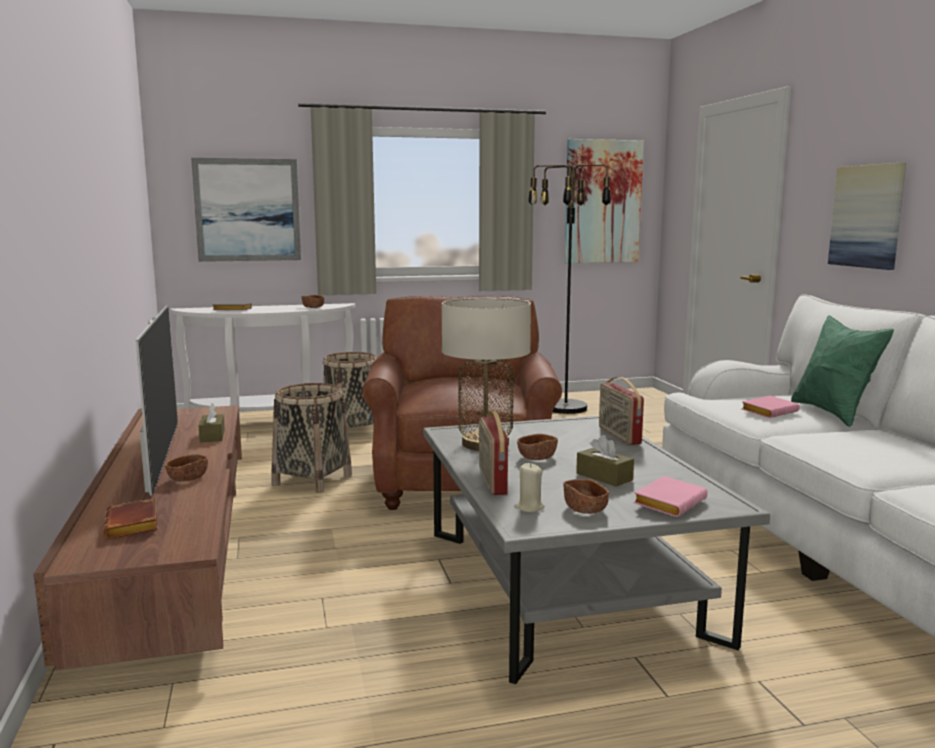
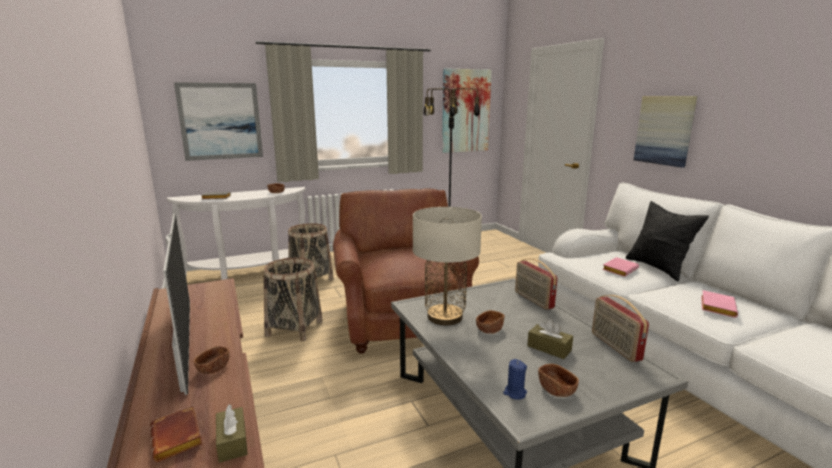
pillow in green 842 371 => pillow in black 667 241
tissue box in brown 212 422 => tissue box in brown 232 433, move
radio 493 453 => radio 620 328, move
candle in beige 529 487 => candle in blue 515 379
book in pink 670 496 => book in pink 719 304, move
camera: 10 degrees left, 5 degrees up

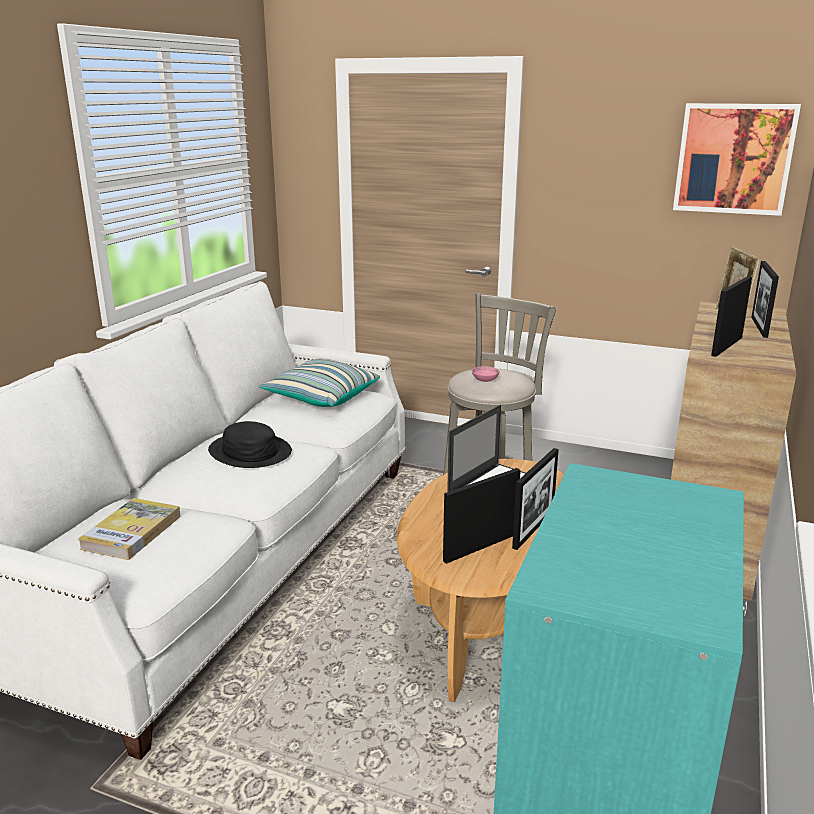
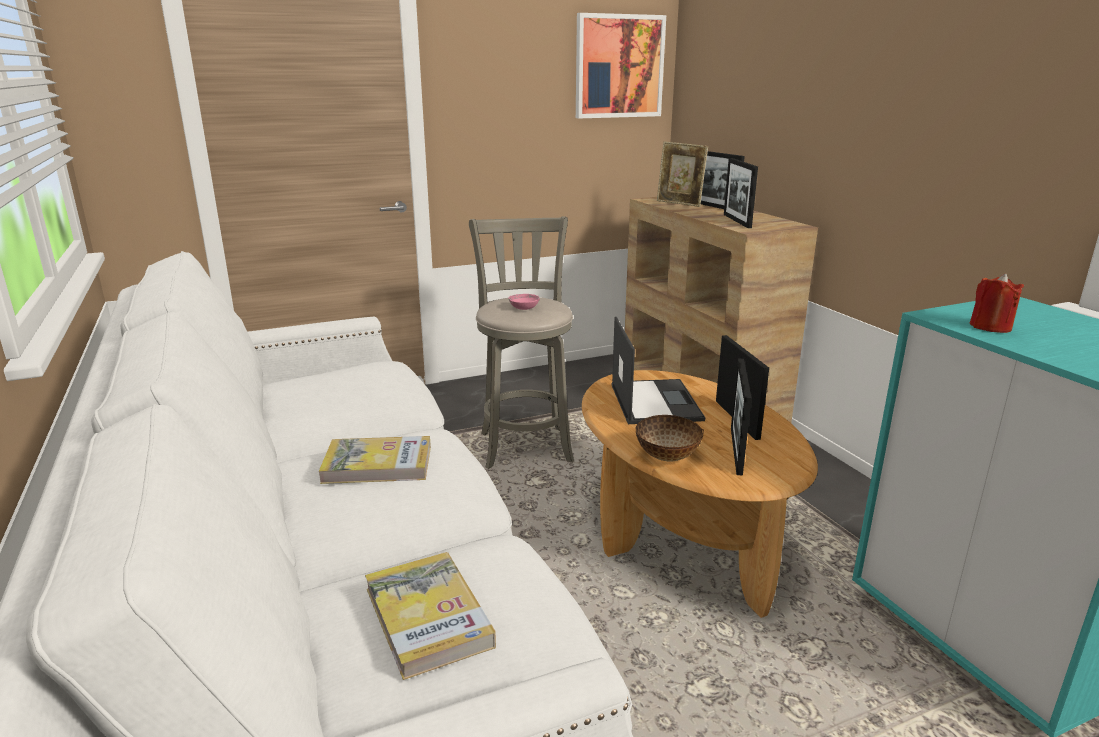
pillow 319 383 => nothing
hat in black 250 444 => book 375 460
nothing => candle in red 997 303
nothing => bowl 670 438
camera: 45 degrees left, 0 degrees up

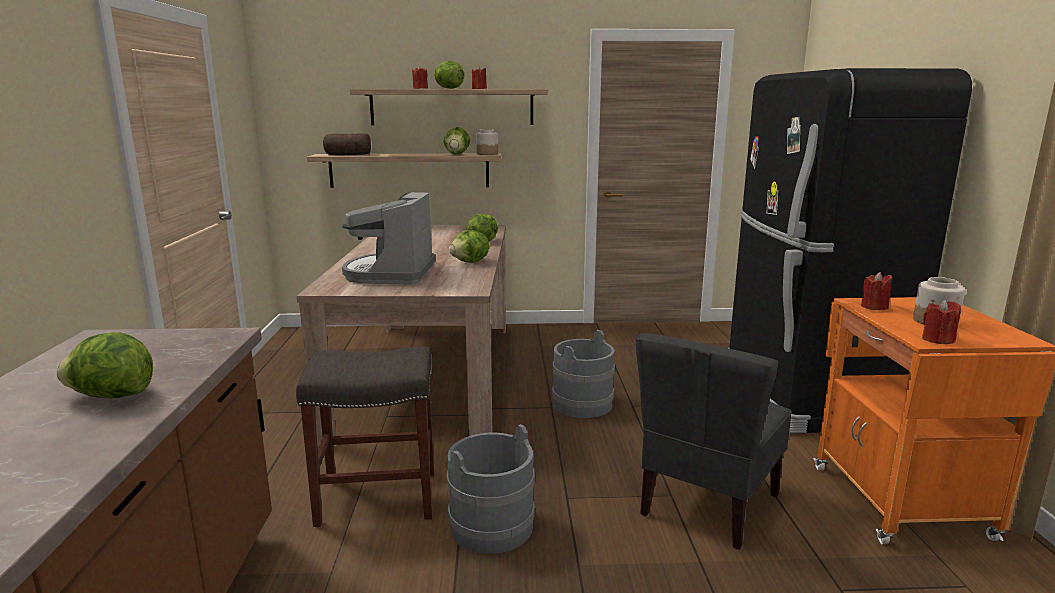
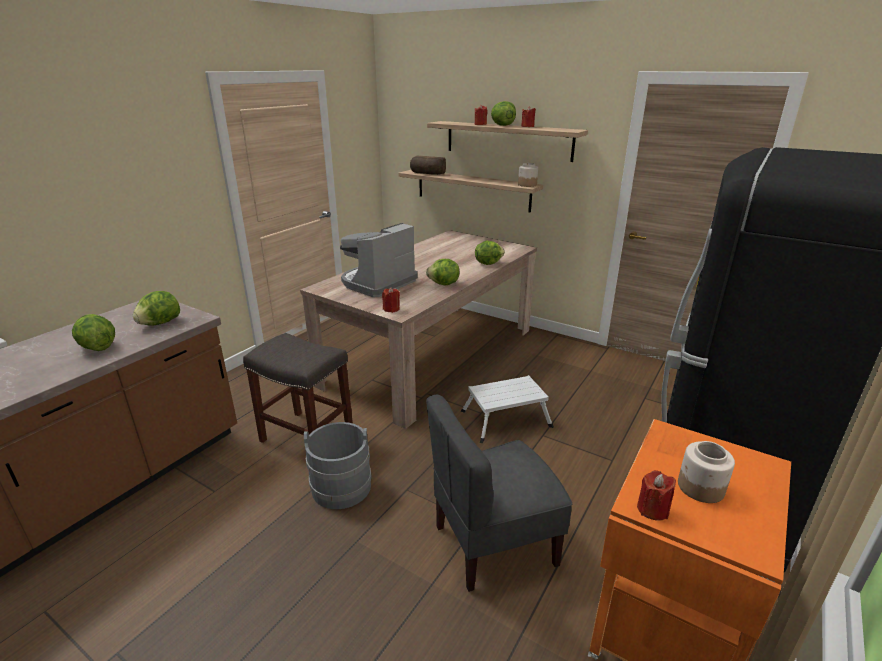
lettuce 456 140 => lettuce 156 308, move
candle in red 876 291 => candle in red 391 300, move
bucket in grey 583 374 => step ladder in white 507 409
camera: 35 degrees right, 10 degrees up

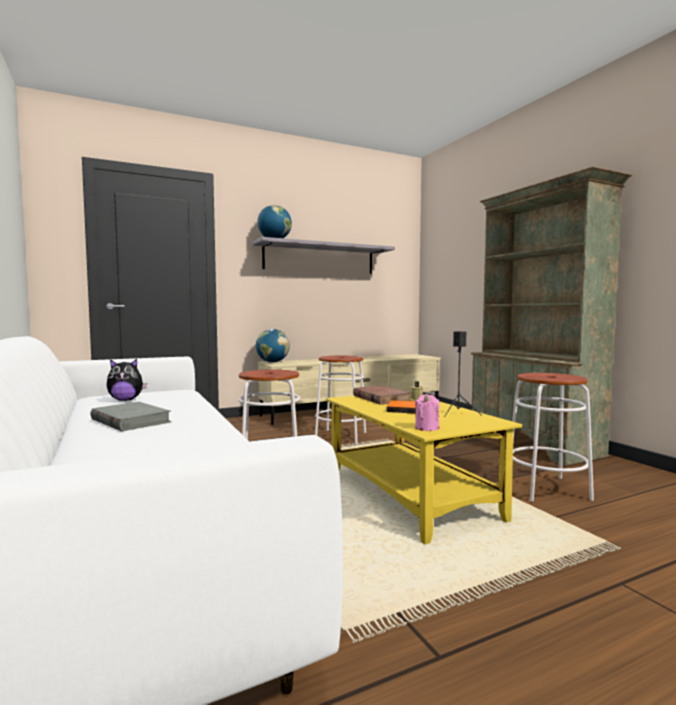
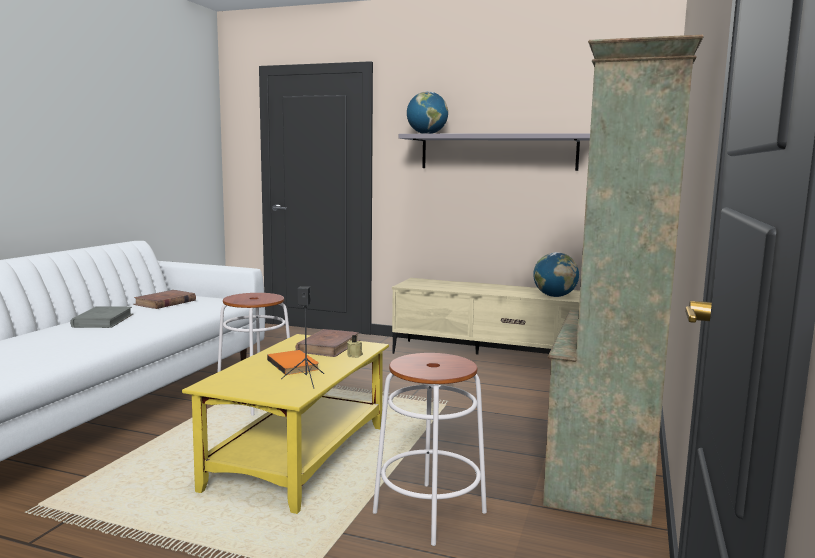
globe 273 345 => globe 556 274, move
stool in white 340 400 => nothing
plush toy 127 380 => book in brown 164 299
candle in pink 427 412 => nothing
camera: 45 degrees right, 5 degrees up

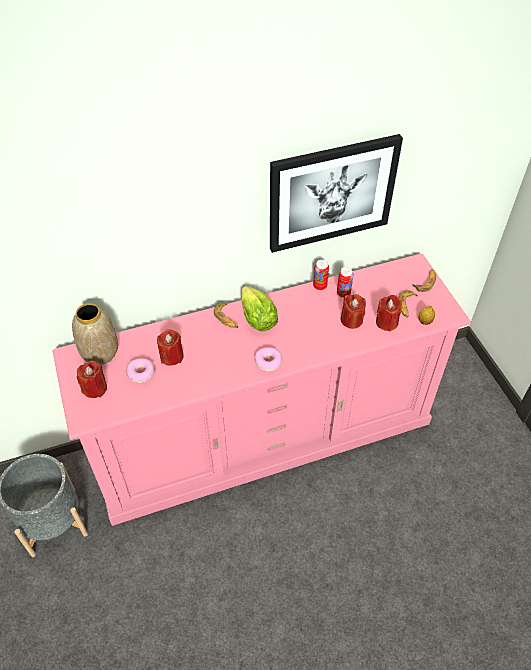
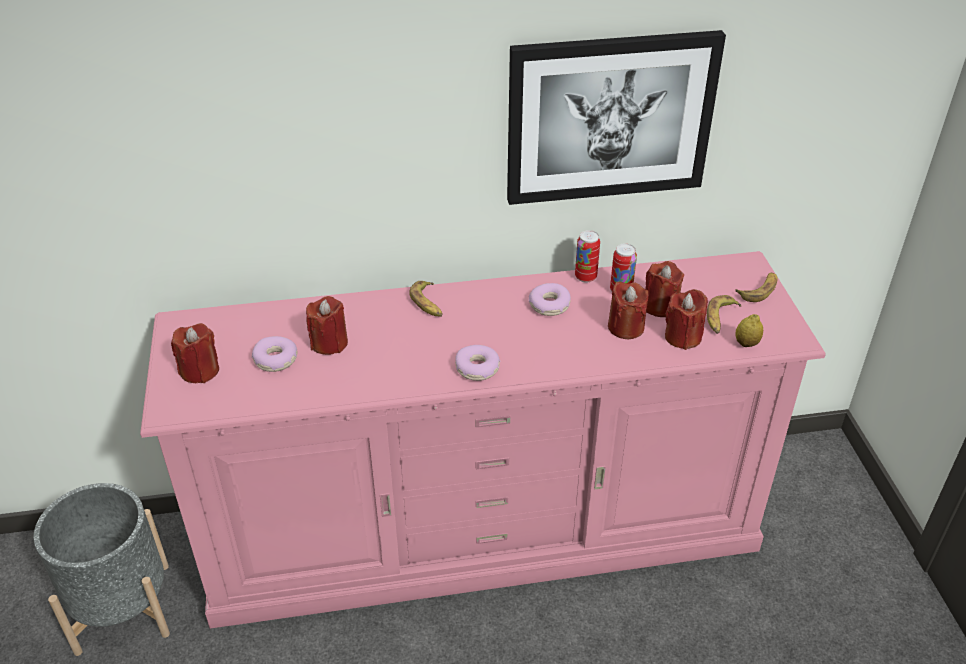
lettuce 259 308 => nothing
vase 95 334 => nothing
nothing => candle in red 664 289
nothing => donut 550 299
camera: 10 degrees right, 10 degrees down

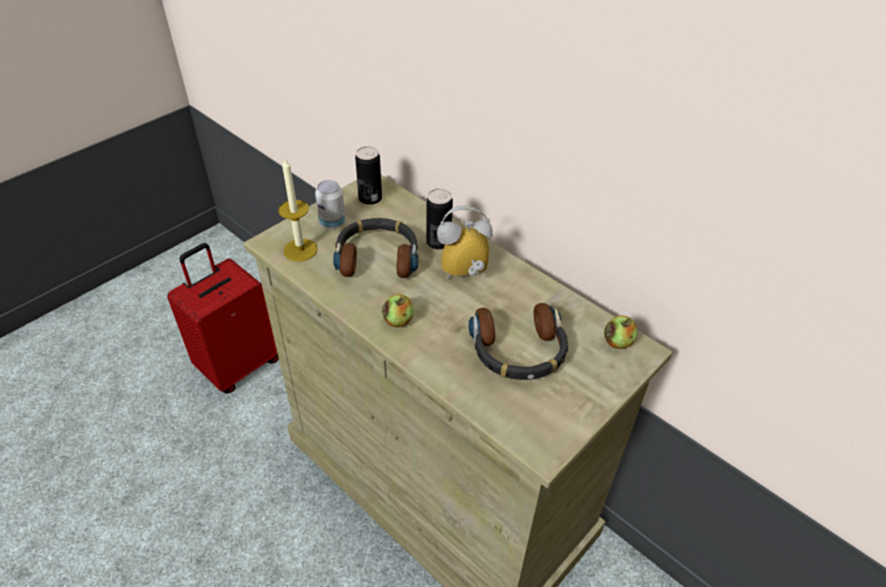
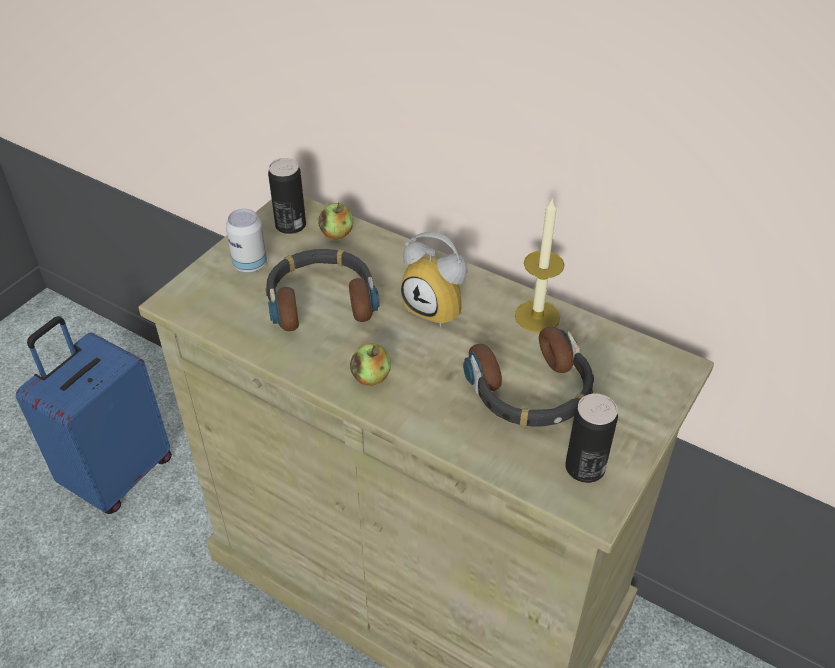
candle 298 210 => candle 540 265, move
can 439 219 => can 591 438, move
alarm clock 465 242 => alarm clock 434 279, 120 degrees counterclockwise
suitcase in red 223 318 => suitcase in blue 94 415
apple 621 332 => apple 335 221, move
camera: 10 degrees left, 0 degrees up

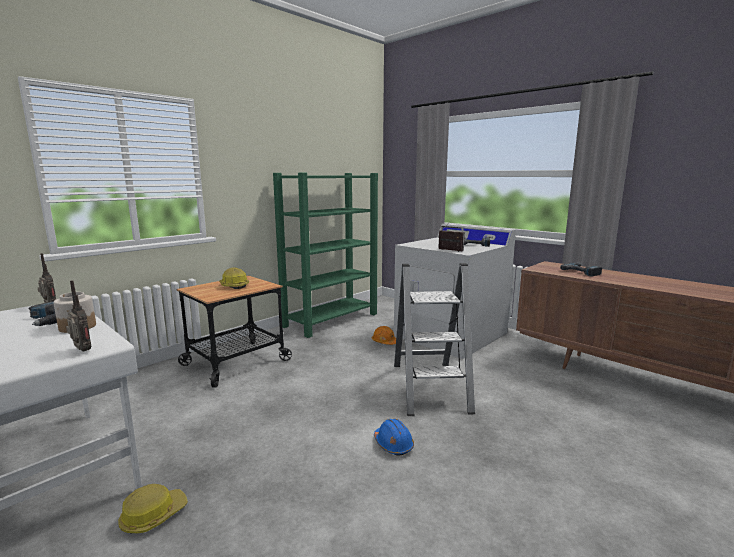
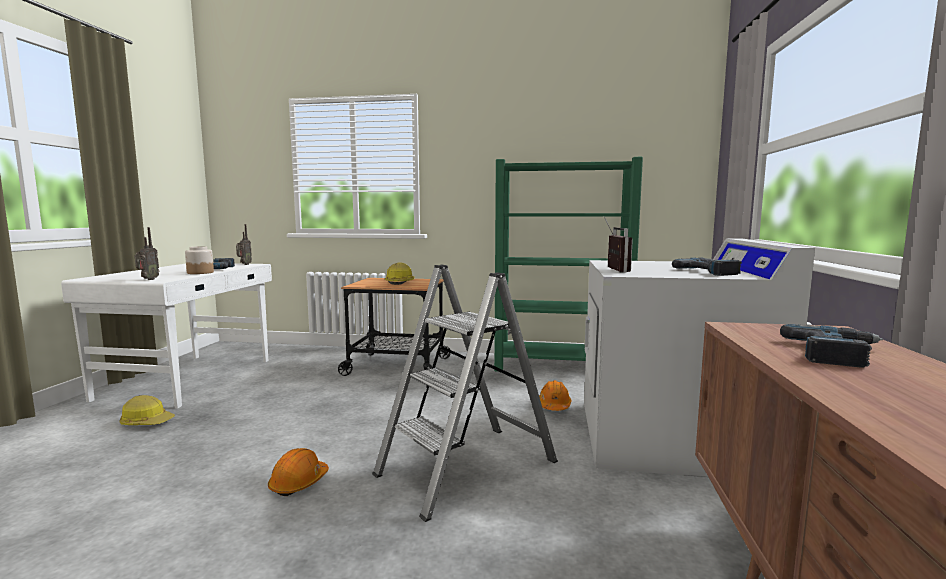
hard hat in blue 394 437 => hard hat in orange 298 472
camera: 55 degrees right, 5 degrees down

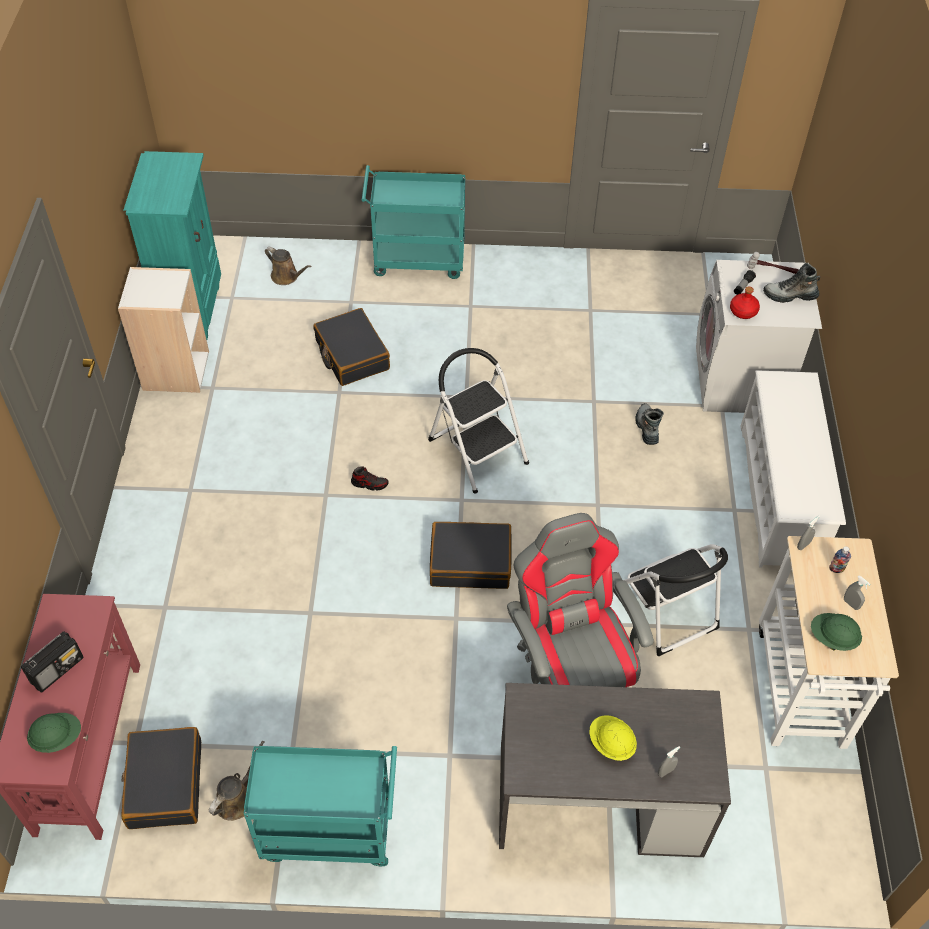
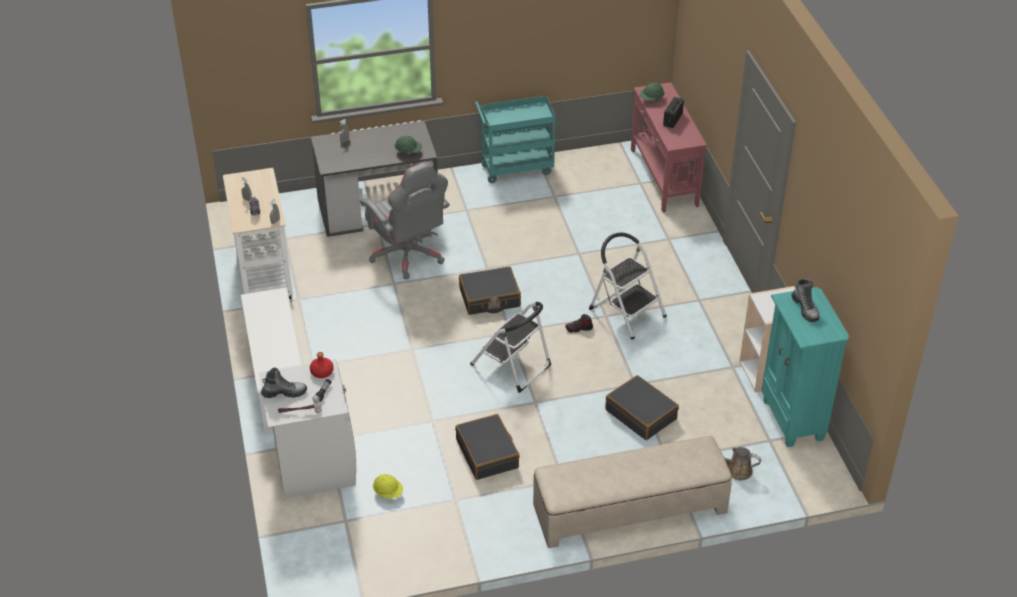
cart in turquoise 414 222 => bench in beige 632 492
boot 649 424 => boot 805 300, move
step ladder 676 600 => step ladder 628 286, move
hard hat in green 836 632 => hard hat in green 408 146, move
hard hat in yellow 613 738 => hard hat in yellow 388 486, move
suitcase in black 161 778 => suitcase in black 487 447, move
watering can in brown 236 781 => nothing
camera: 165 degrees right, 10 degrees down

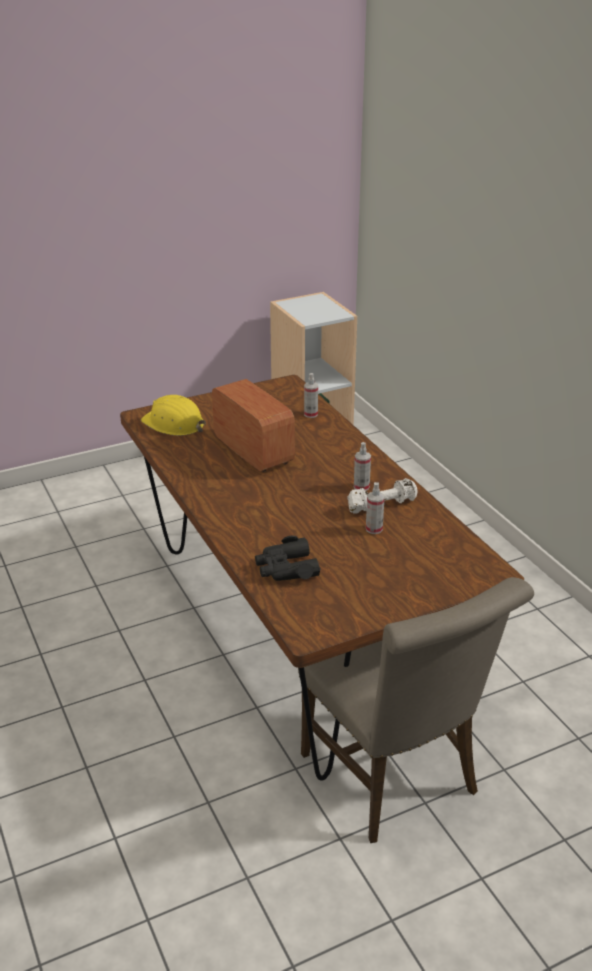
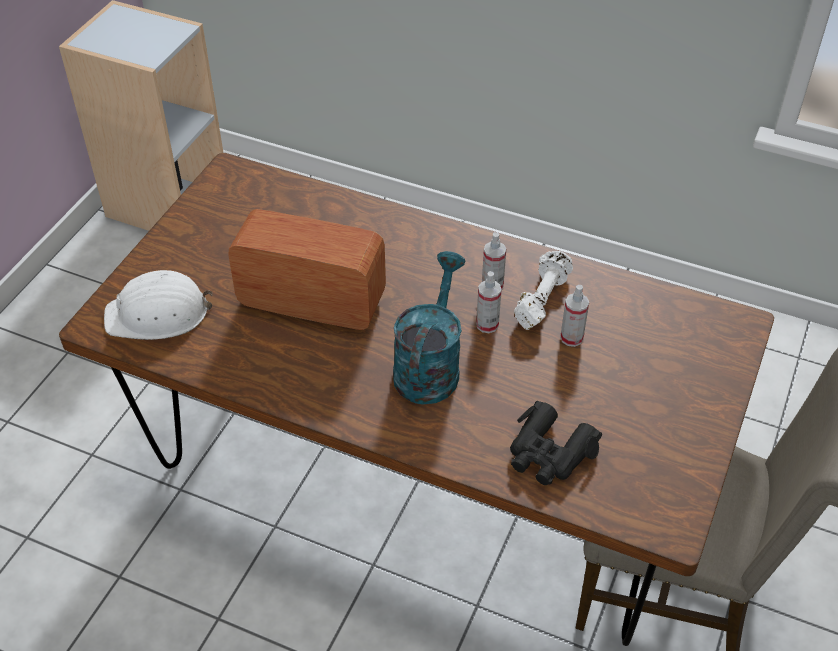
spray bottle 311 395 => spray bottle 488 302, move
hard hat in yellow 173 415 => hard hat in white 158 305
nothing => watering can in turquoise 429 328
camera: 40 degrees left, 15 degrees up

